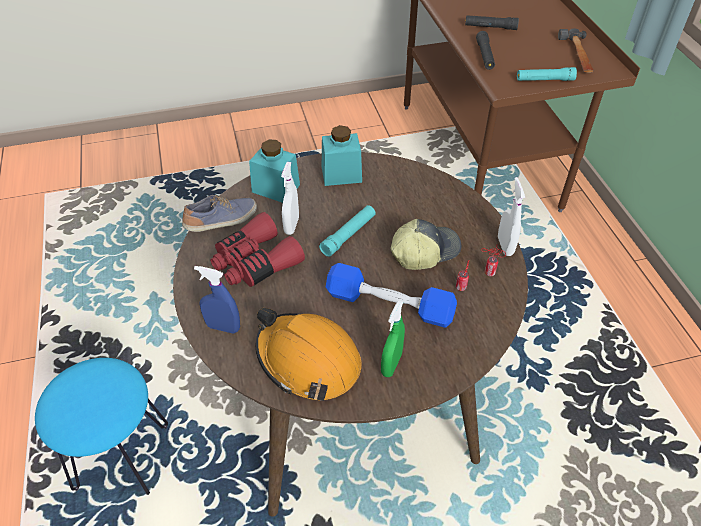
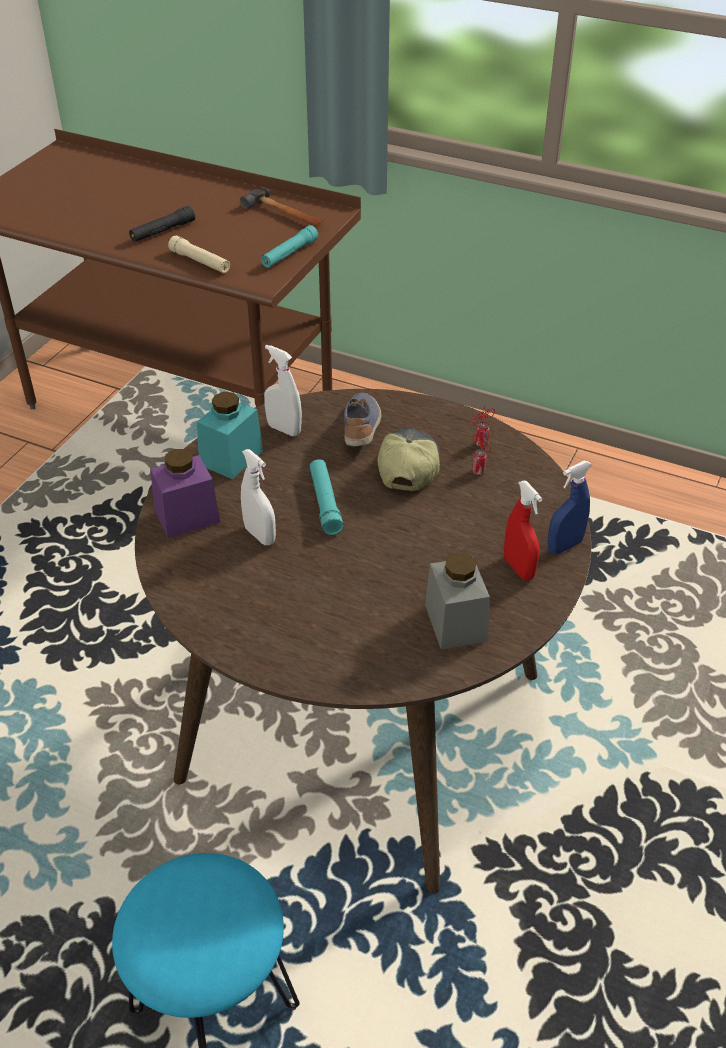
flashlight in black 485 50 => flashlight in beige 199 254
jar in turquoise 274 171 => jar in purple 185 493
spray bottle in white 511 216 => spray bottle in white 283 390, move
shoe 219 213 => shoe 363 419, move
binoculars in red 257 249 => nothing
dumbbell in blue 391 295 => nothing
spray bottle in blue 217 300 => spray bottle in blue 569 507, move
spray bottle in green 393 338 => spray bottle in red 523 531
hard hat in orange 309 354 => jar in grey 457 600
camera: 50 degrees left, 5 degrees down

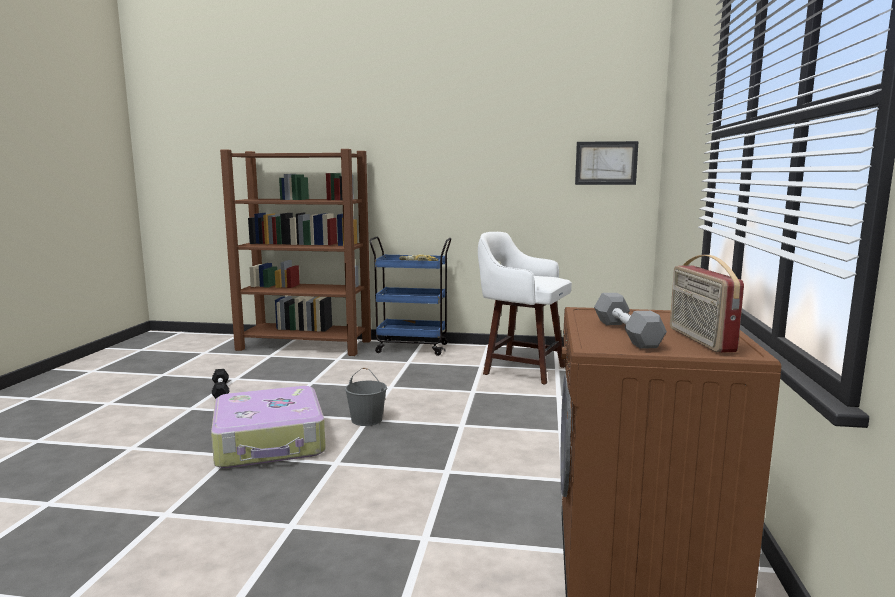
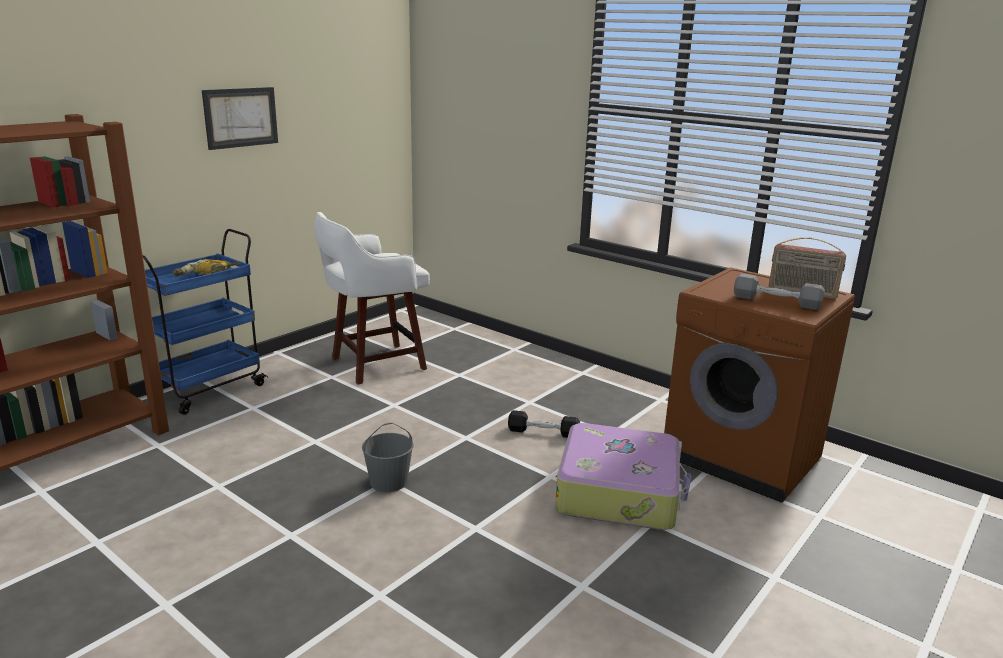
picture 607 163 => picture 240 118, move
dumbbell in black 220 384 => dumbbell in black 544 424, move
suitcase 268 427 => suitcase 623 476, move
camera: 60 degrees left, 10 degrees up

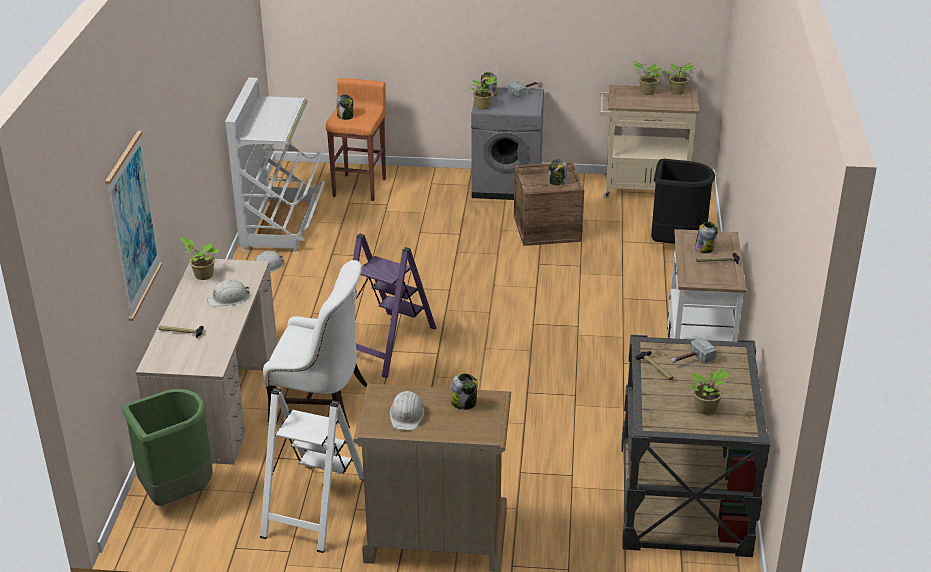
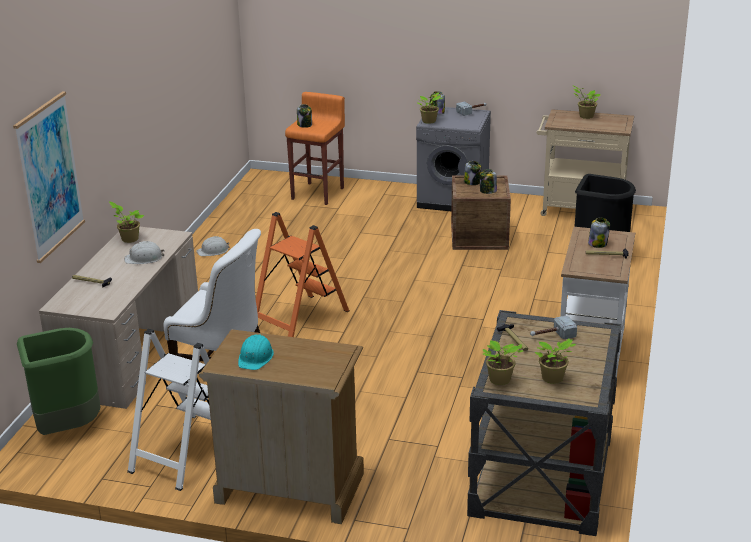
potted plant 681 79 => potted plant 503 362, move
shoe rack in white 275 165 => nothing
step ladder in purple 395 306 => step ladder in orange 303 274
jar 464 391 => jar 472 173, move
hard hat in white 407 410 => hard hat in turquoise 256 352
camera: 10 degrees right, 5 degrees down

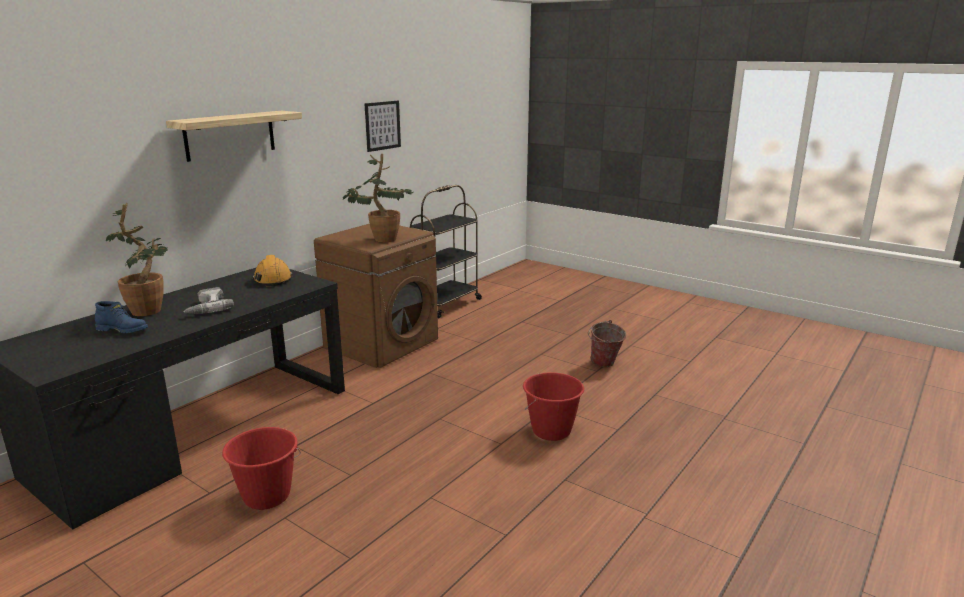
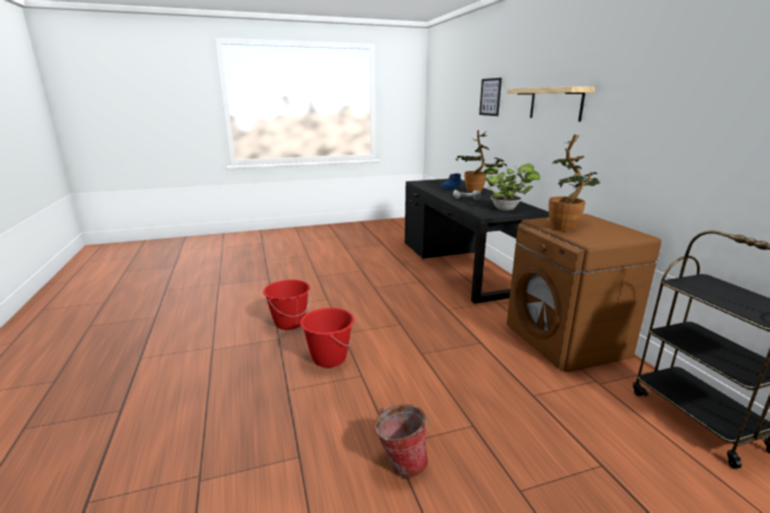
picture 382 126 => picture 490 97, move
hard hat in orange 272 271 => potted plant 511 187
bucket in red 261 468 => bucket in red 286 305, move
camera: 125 degrees right, 0 degrees up

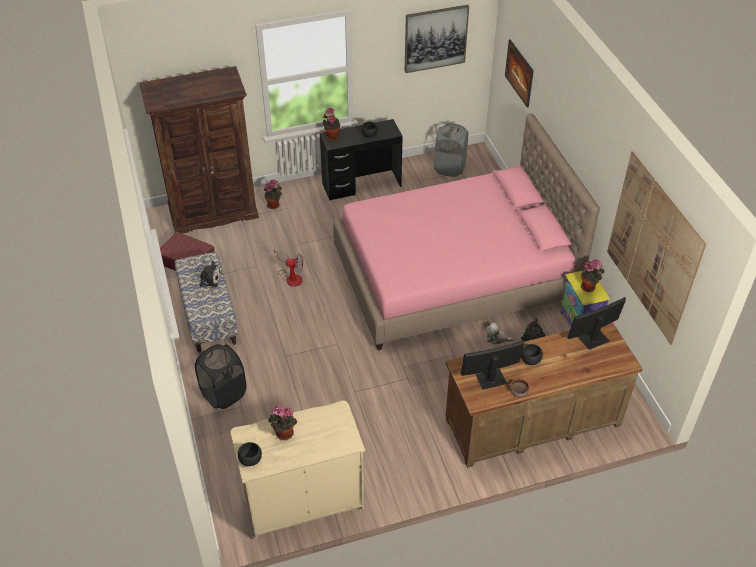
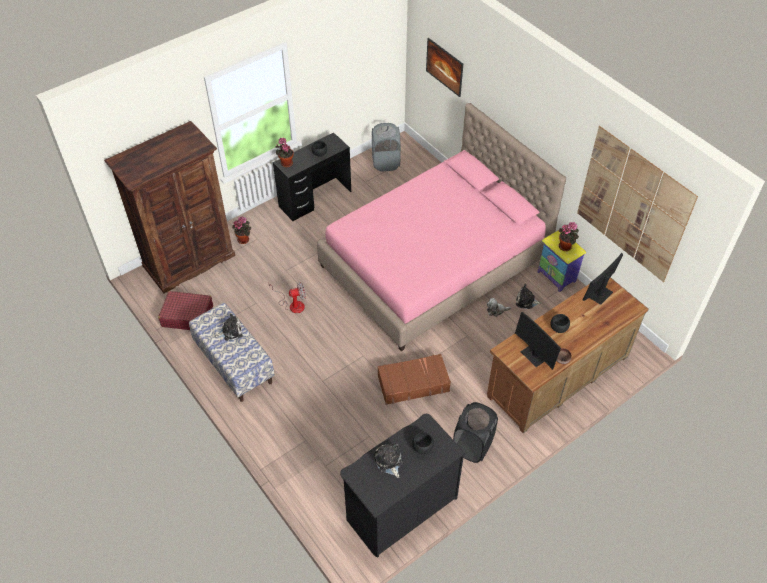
picture 437 39 => nothing
monitor 492 365 => monitor 538 341, 90 degrees counterclockwise
laundry basket in black 221 376 => laundry basket in black 475 432, move
dresser in beige 297 469 => dresser in black 403 486
potted plant 283 422 => plush toy 388 460
bowl in black 250 454 => bowl in black 423 443, move
nothing => suitcase in brown 414 379
camera: 20 degrees left, 5 degrees up

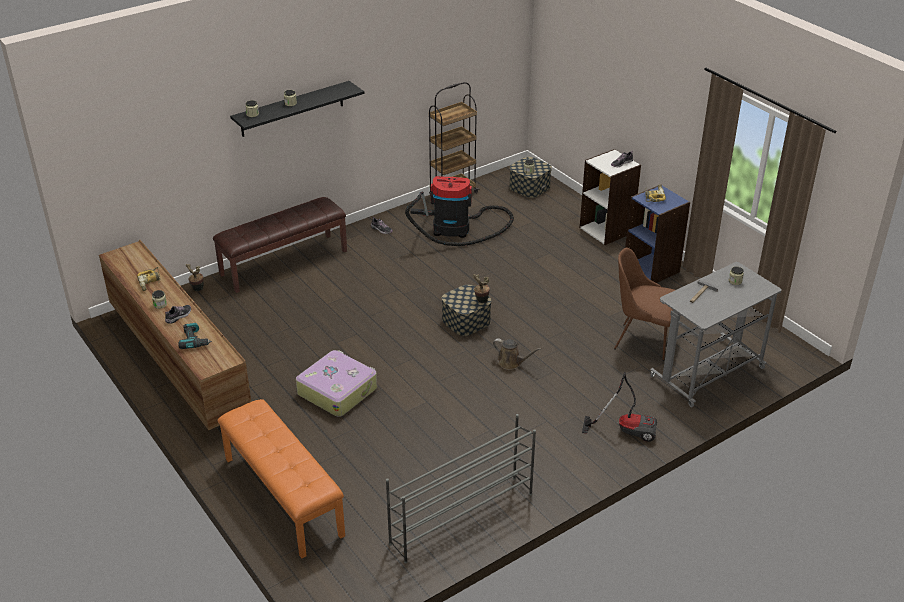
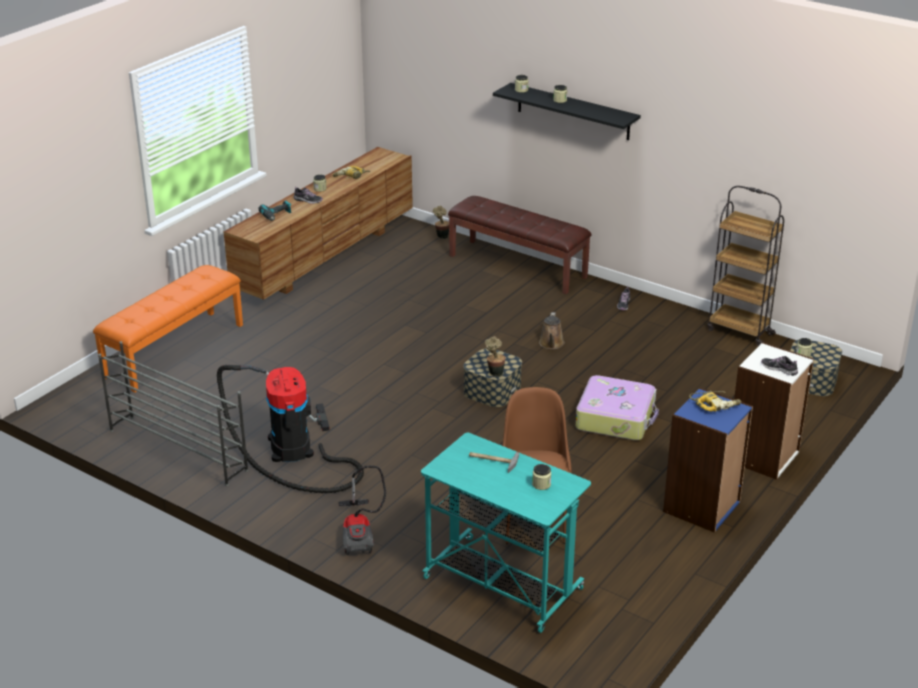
vacuum cleaner 459 211 => vacuum cleaner 290 429, move
desk in grey 716 334 => desk in turquoise 506 533
watering can in brown 517 354 => watering can in brown 551 330, move
suitcase 336 383 => suitcase 617 407, move
camera: 70 degrees right, 5 degrees down

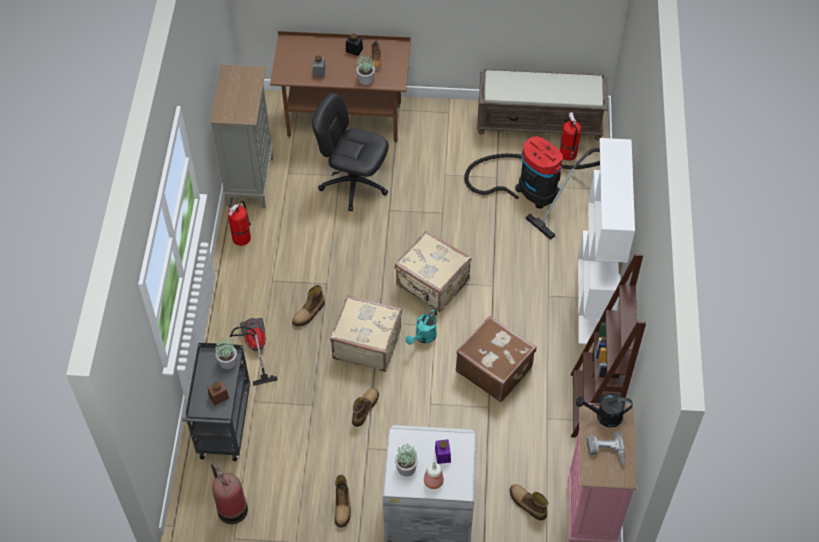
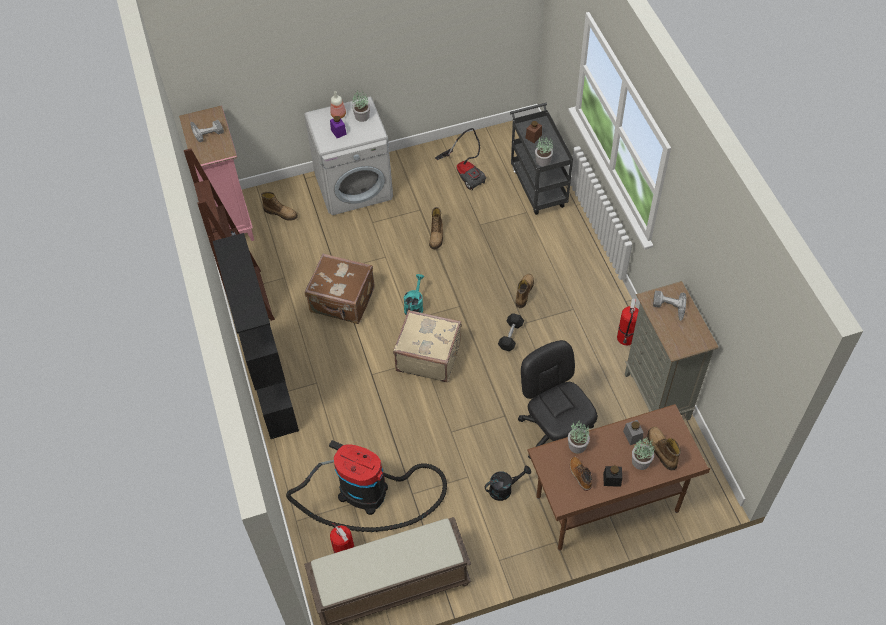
office chair in black 350 152 => office chair in black 558 399, 120 degrees counterclockwise
bookcase in white 606 241 => bookcase in black 256 336
suitcase in beige 366 333 => nothing
vacuum cleaner 254 352 => vacuum cleaner 460 159, move
watering can in black 604 410 => watering can in black 508 483, move
fire extinguisher 229 493 => nothing
boot 343 501 => boot 664 448, move
nothing => power drill 669 306
nothing => dumbbell in black 511 332
nothing => potted plant 643 453
camera: 160 degrees right, 0 degrees up

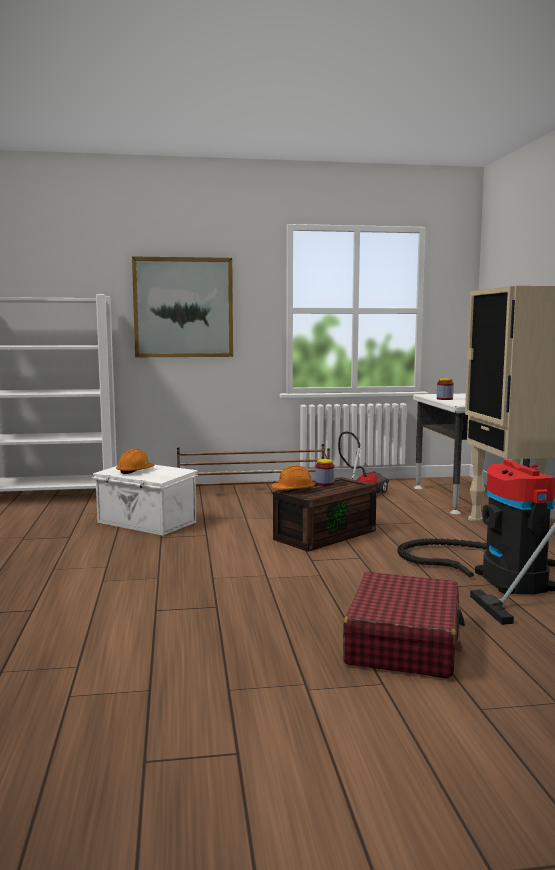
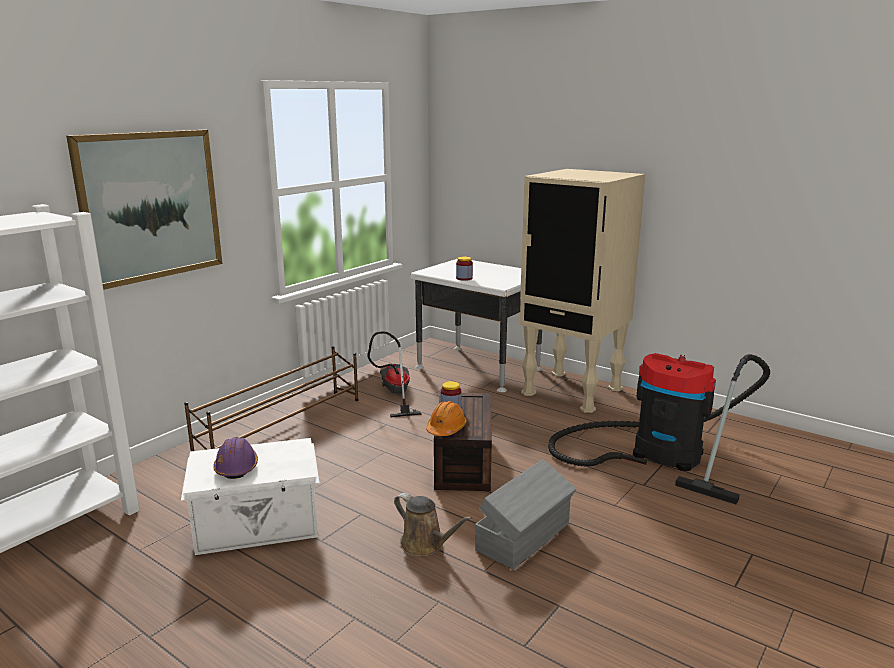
hard hat in orange 135 461 => hard hat in purple 235 458
suitcase in red 404 625 => nothing
nothing => storage box in grey 526 514
nothing => watering can in brown 433 525
camera: 45 degrees left, 10 degrees up

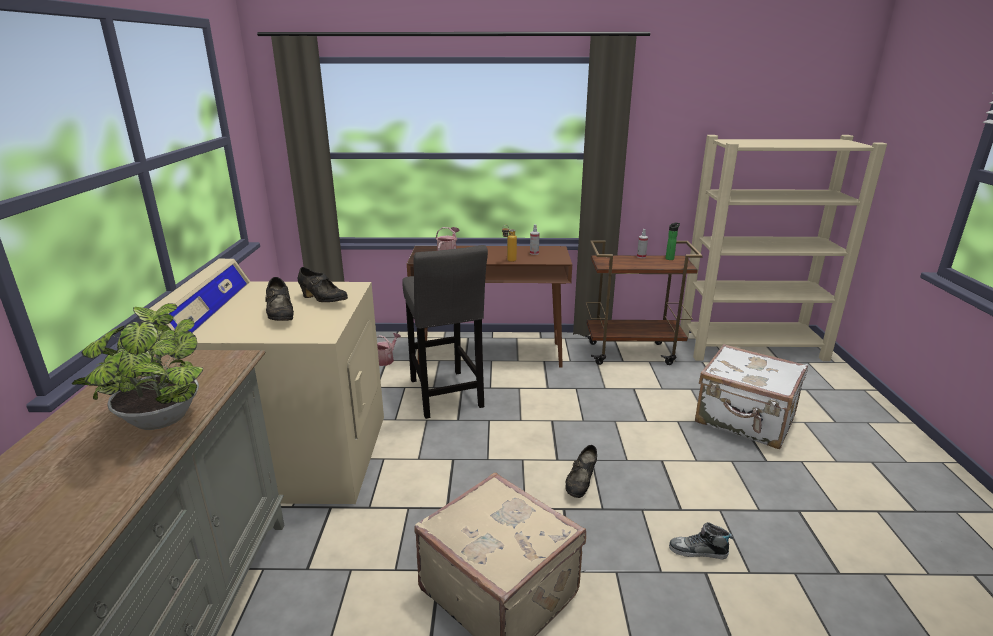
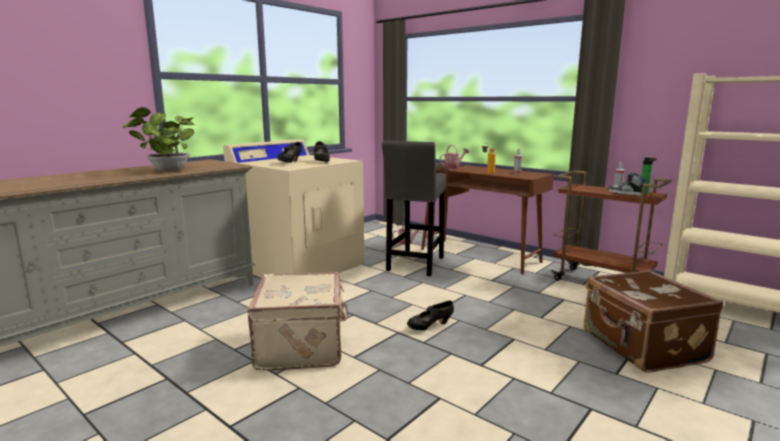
suitcase in white 751 396 => suitcase in brown 653 321
shoe 701 541 => shoe 628 184, move
camera: 40 degrees right, 10 degrees down

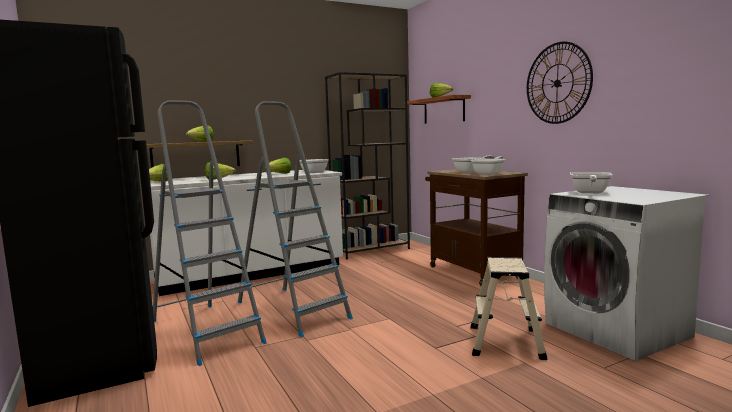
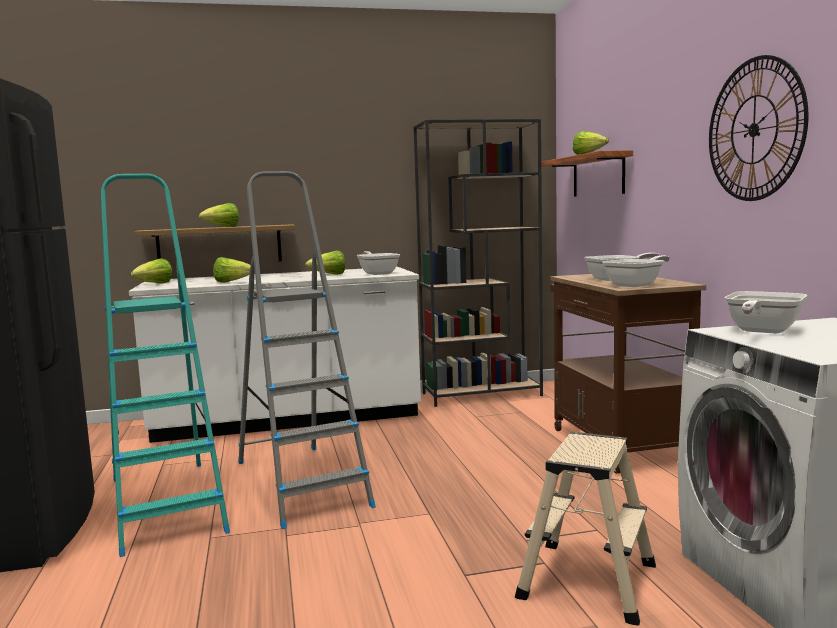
step ladder in grey 210 233 => step ladder in turquoise 165 365
camera: 15 degrees right, 0 degrees up

